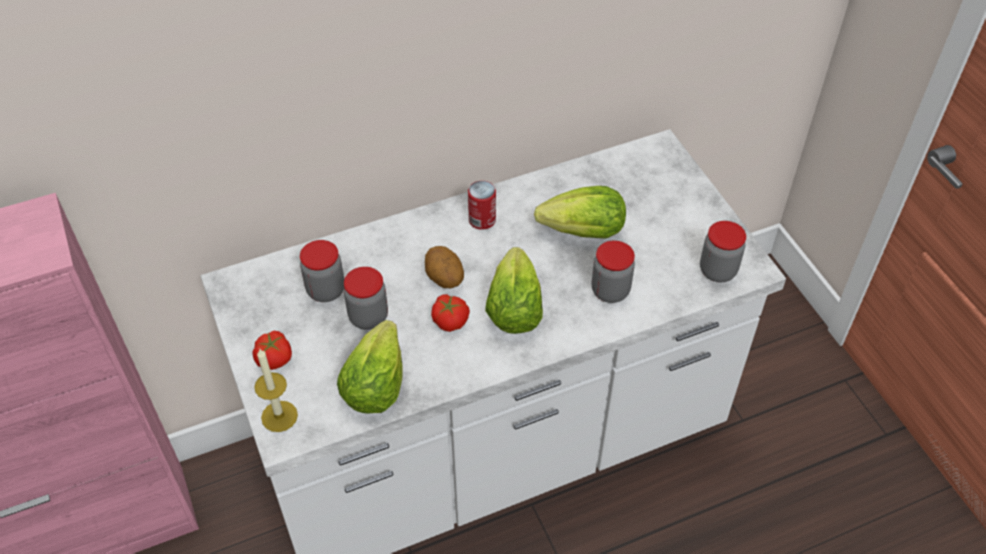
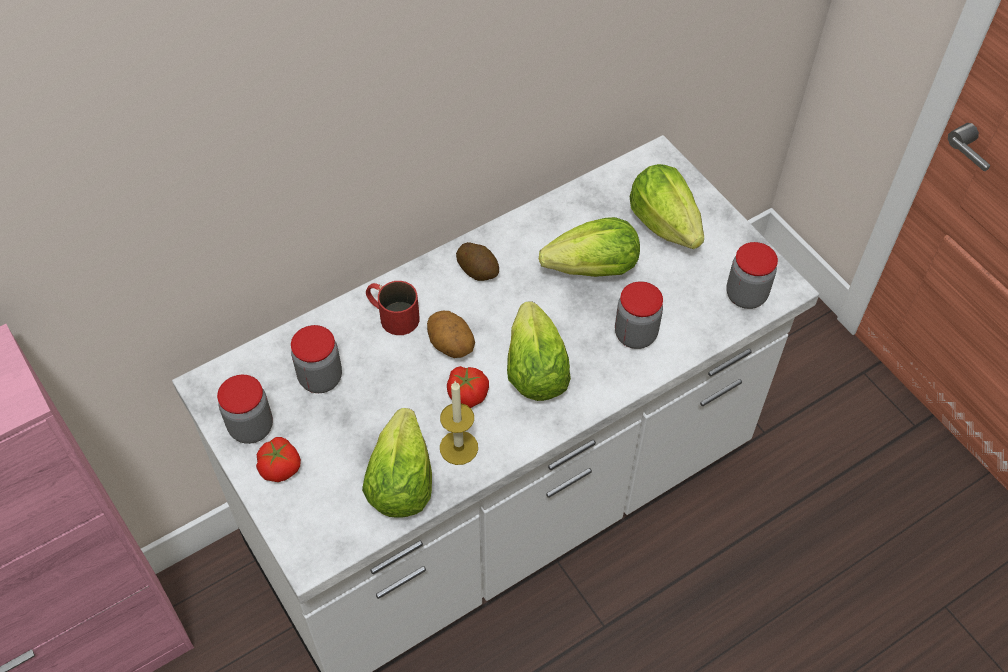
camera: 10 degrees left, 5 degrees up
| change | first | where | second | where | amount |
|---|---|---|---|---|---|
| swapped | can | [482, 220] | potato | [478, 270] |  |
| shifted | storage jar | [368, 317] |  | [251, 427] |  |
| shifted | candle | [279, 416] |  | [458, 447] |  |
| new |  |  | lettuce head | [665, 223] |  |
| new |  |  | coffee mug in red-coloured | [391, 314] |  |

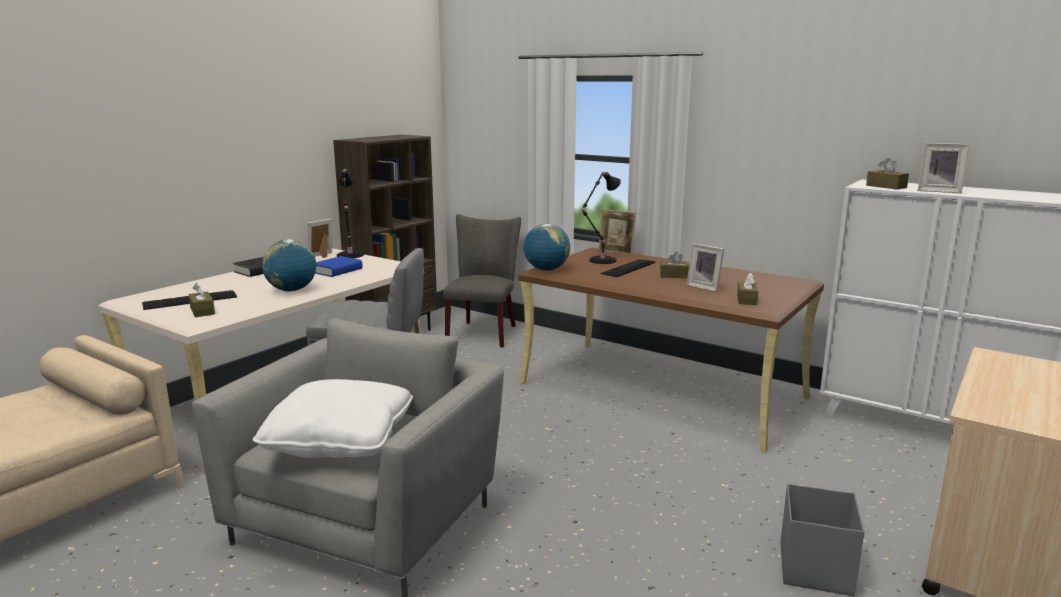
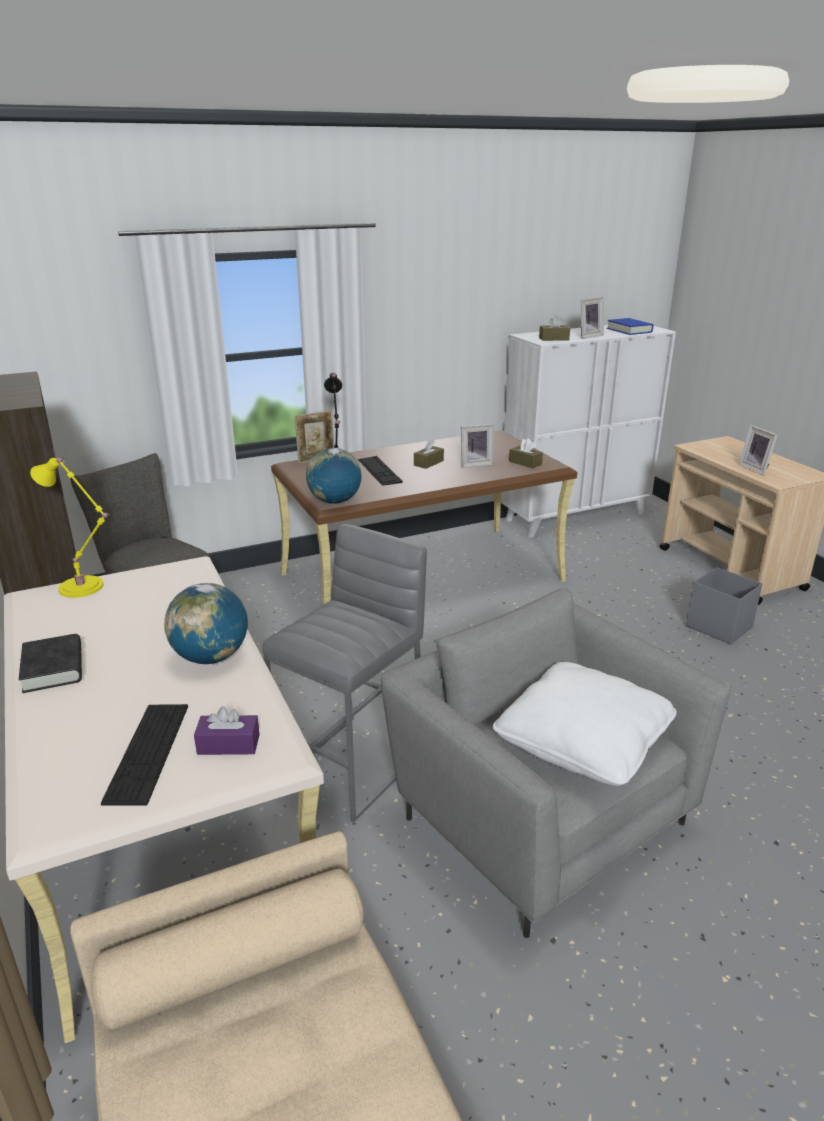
camera: 60 degrees left, 10 degrees up
| change | first | where | second | where | amount |
|---|---|---|---|---|---|
| repainted | tabletop lamp in black-coloured | [350, 256] | tabletop lamp in yellow | [84, 588] |  |
| shifted | picture frame | [322, 256] |  | [755, 469] |  |
| shifted | volume in blue-coloured | [337, 271] |  | [629, 330] |  |
| repainted | box of tissues in brown | [202, 311] | box of tissues in purple-coloured | [228, 744] |  |

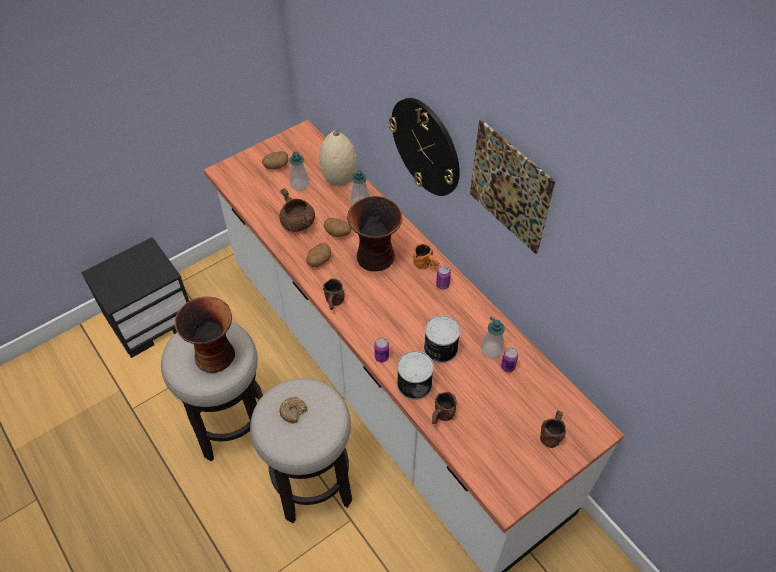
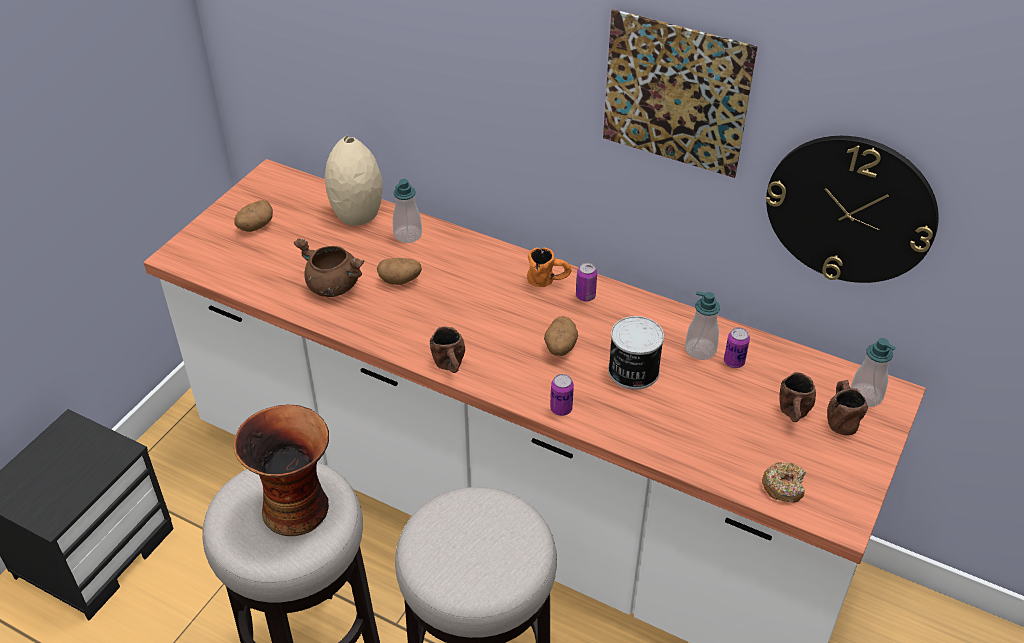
camera: 25 degrees left, 10 degrees down
| change | first | where | second | where | amount |
|---|---|---|---|---|---|
| shifted | hanging clock | [426, 146] |  | [850, 209] |  |
| shifted | soap bottle | [299, 184] |  | [865, 396] |  |
| gone | flower vase | [375, 258] |  |  |  |
| shifted | potato | [319, 261] |  | [560, 347] |  |
| gone | can | [414, 383] |  |  |  |
| shifted | coffee mug in brown | [441, 417] |  | [793, 415] |  |
| shifted | donut | [293, 411] |  | [783, 486] |  |

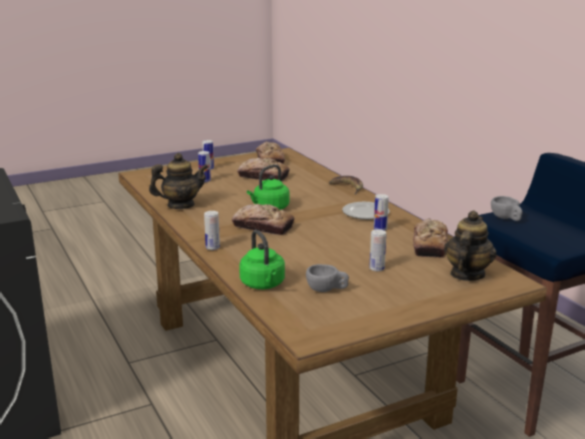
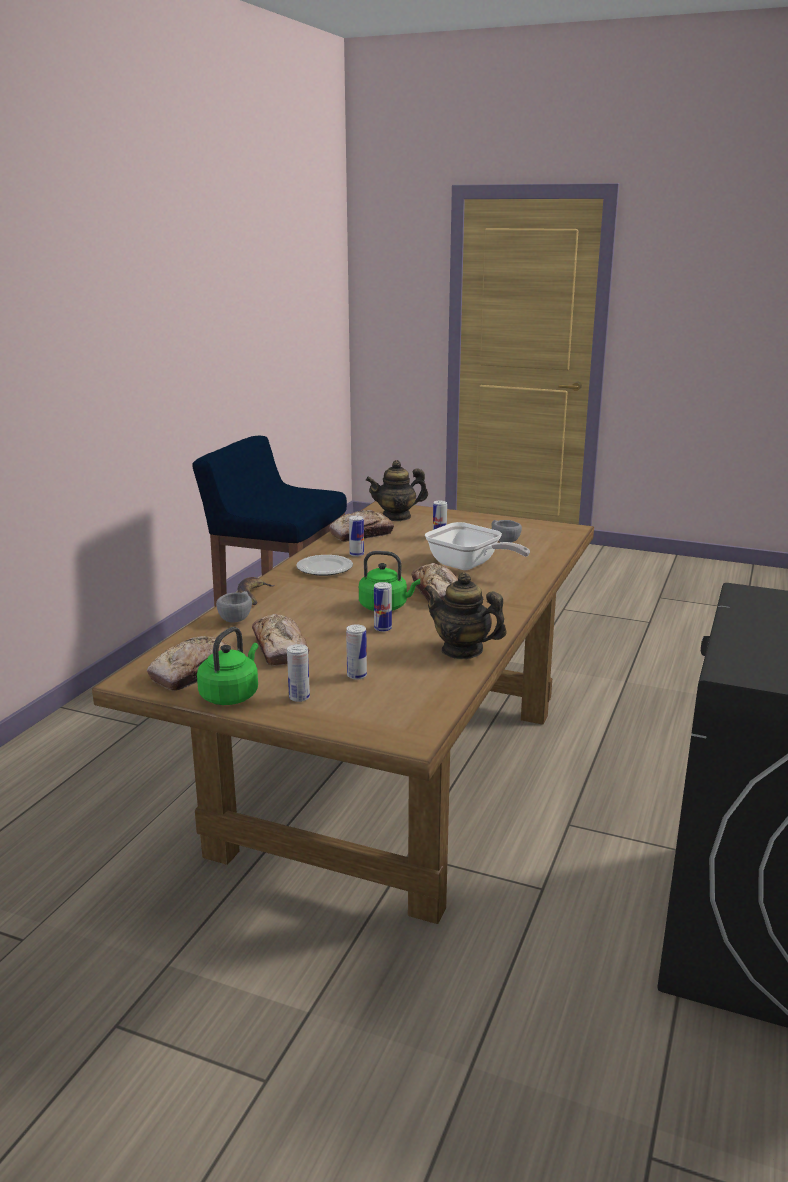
camera: 130 degrees left, 0 degrees up
| change | first | where | second | where | amount |
|---|---|---|---|---|---|
| shifted | cup in grey | [506, 218] |  | [237, 618] |  |
| shifted | can | [212, 248] |  | [382, 629] |  |
| shifted | tea kettle in green | [263, 285] |  | [231, 695] |  |
| new |  |  | frying pan | [468, 566] |  |

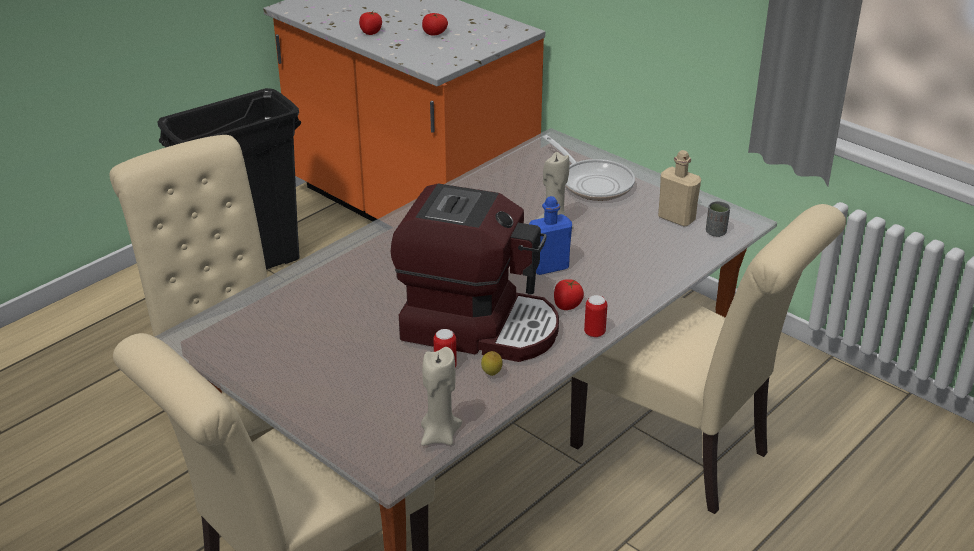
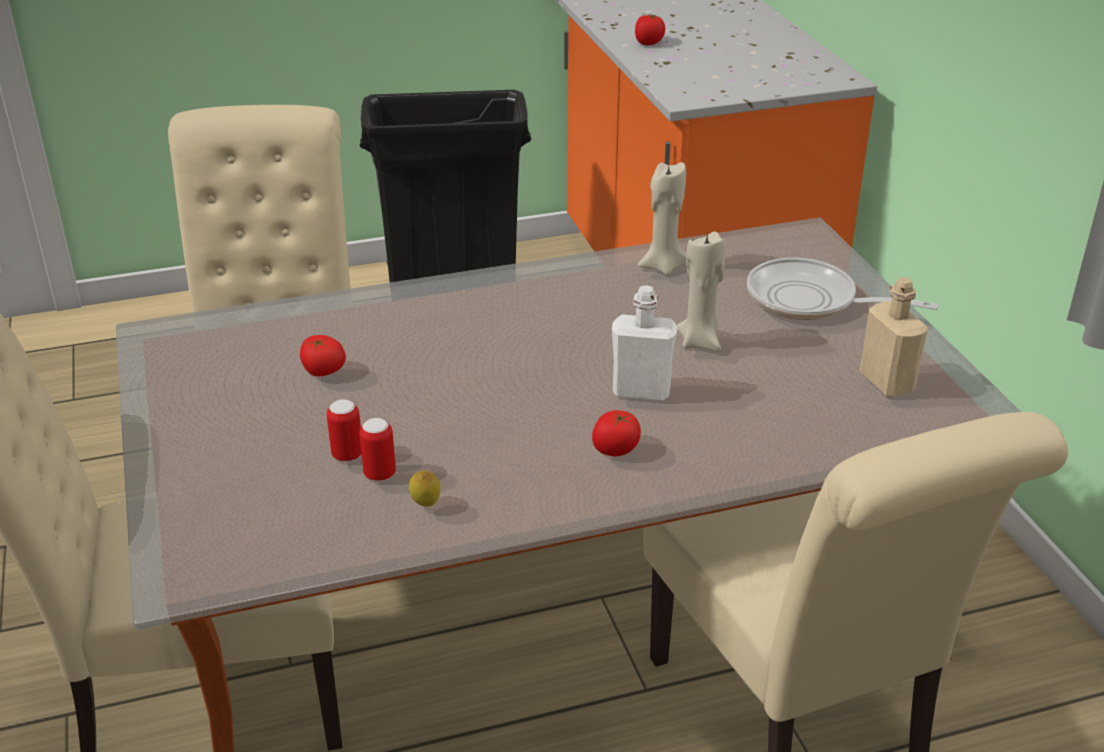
camera: 30 degrees right, 0 degrees up
| change | first | where | second | where | amount |
|---|---|---|---|---|---|
| shifted | whole tomato | [434, 33] |  | [323, 371] |  |
| rotated | frying pan | [593, 182] |  | [810, 301] | 120 degrees clockwise |
| gone | coffee maker | [478, 326] |  |  |  |
| repainted | beverage bottle in blue-coloured | [549, 267] | beverage bottle in white | [641, 391] |  |
| gone | cup in grey | [716, 232] |  |  |  |
| shifted | can | [594, 333] |  | [347, 455] |  |
| shifted | candle in beige-coloured | [439, 435] |  | [662, 266] |  |

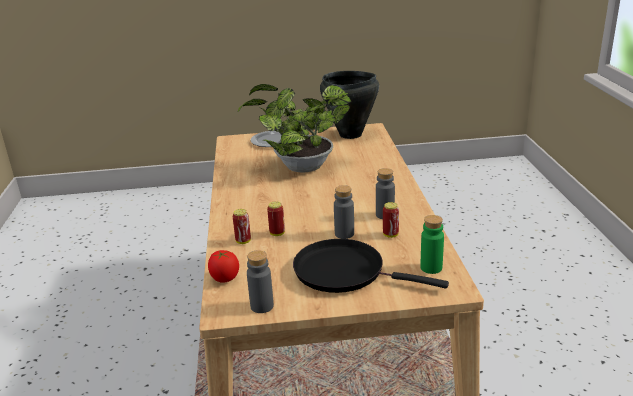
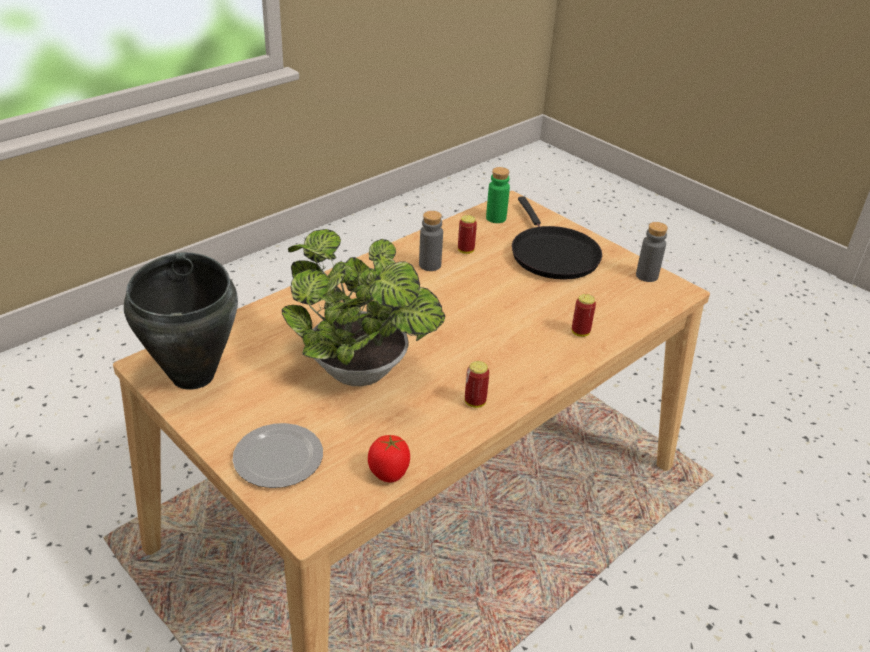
camera: 130 degrees left, 10 degrees up
| change | first | where | second | where | amount |
|---|---|---|---|---|---|
| gone | beverage bottle in grey | [344, 234] |  |  |  |
| shifted | can | [277, 233] |  | [475, 402] |  |
| shifted | whole tomato | [224, 279] |  | [389, 473] |  |

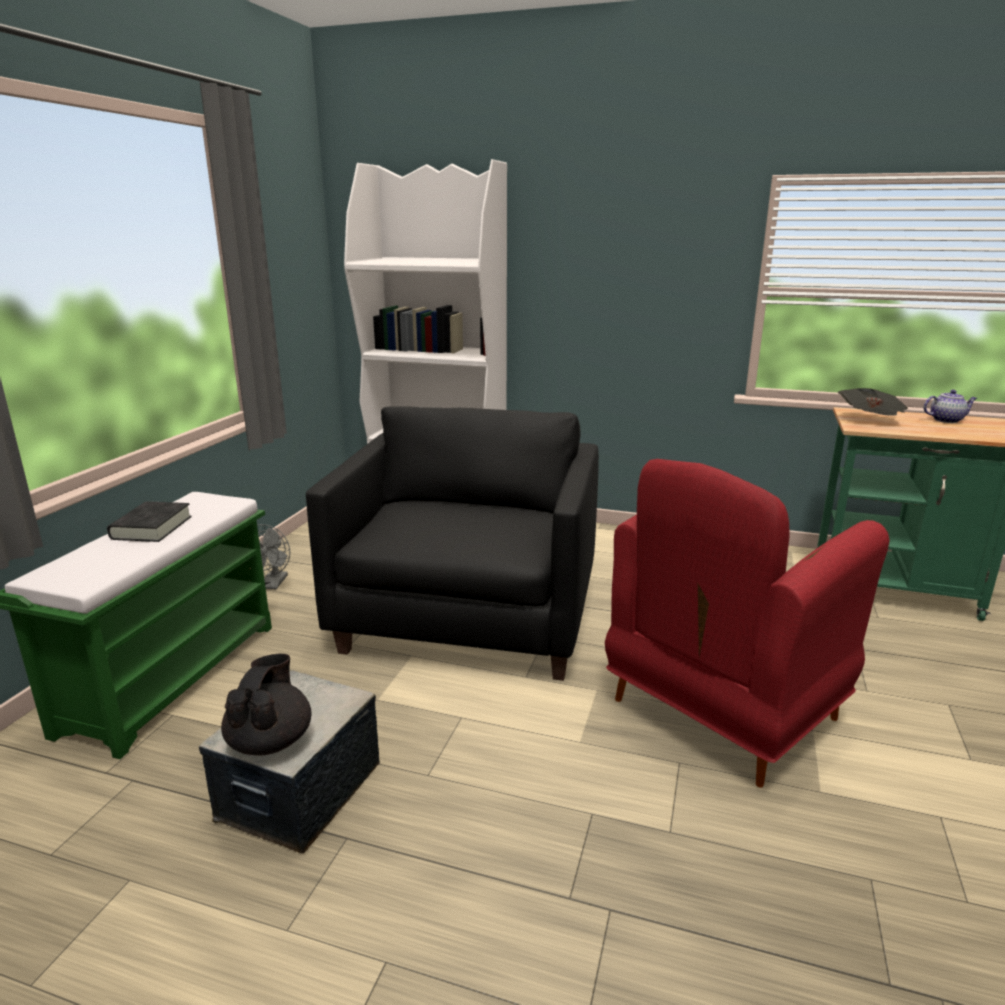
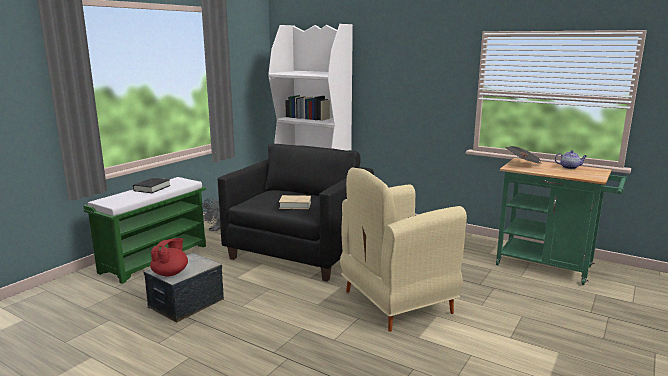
camera: 15 degrees right, 5 degrees down
| change | first | where | second | where | amount |
|---|---|---|---|---|---|
| repainted | lounge chair in red-coloured | [721, 712] | lounge chair in beige-coloured | [395, 303] |  |
| repainted | teapot in black-coloured | [271, 740] | teapot in red-coloured | [170, 273] |  |
| new |  |  | volume in beige-coloured | [295, 205] |  |

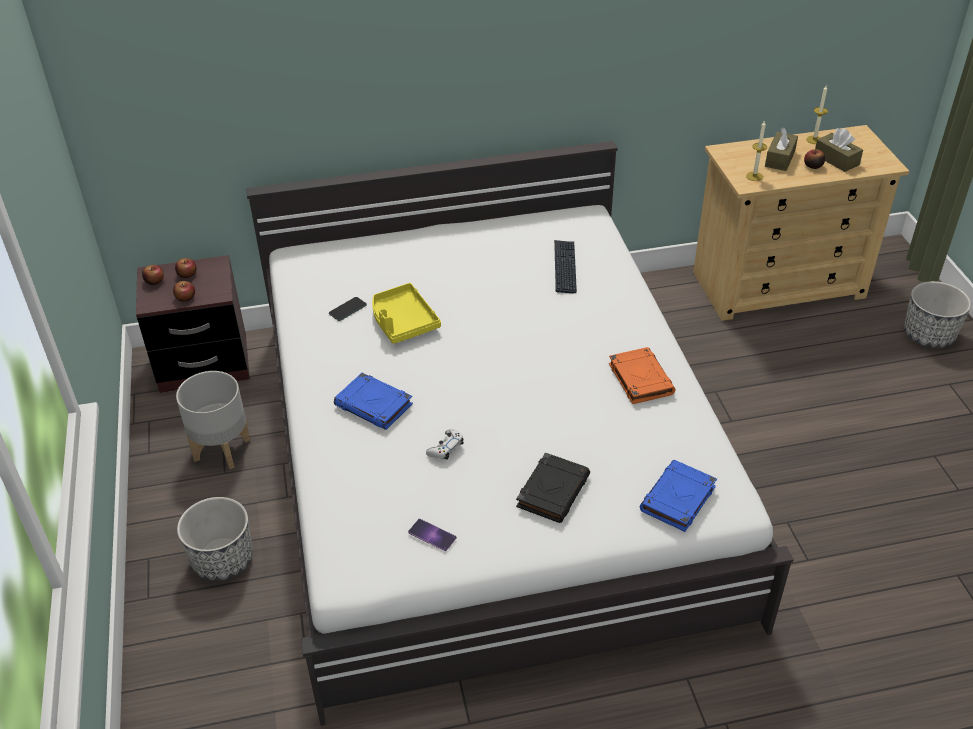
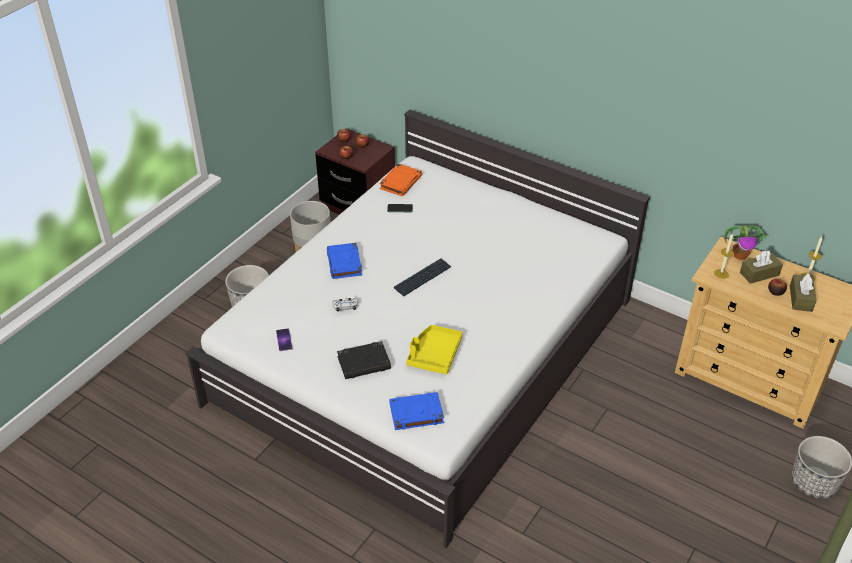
camera: 45 degrees right, 0 degrees up
| change | first | where | second | where | amount |
|---|---|---|---|---|---|
| shifted | computer keyboard | [565, 267] |  | [423, 278] |  |
| shifted | tray in yellow | [403, 321] |  | [434, 355] |  |
| shifted | volume in orange-coloured | [640, 379] |  | [400, 182] |  |
| new |  |  | potted plant | [740, 255] |  |

